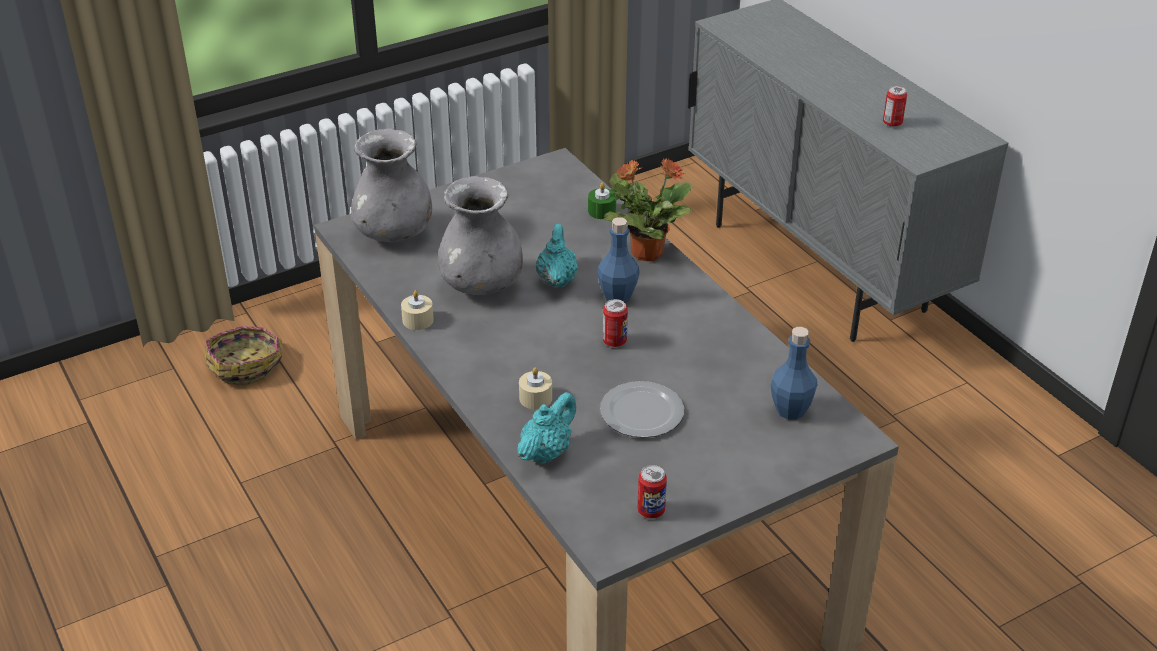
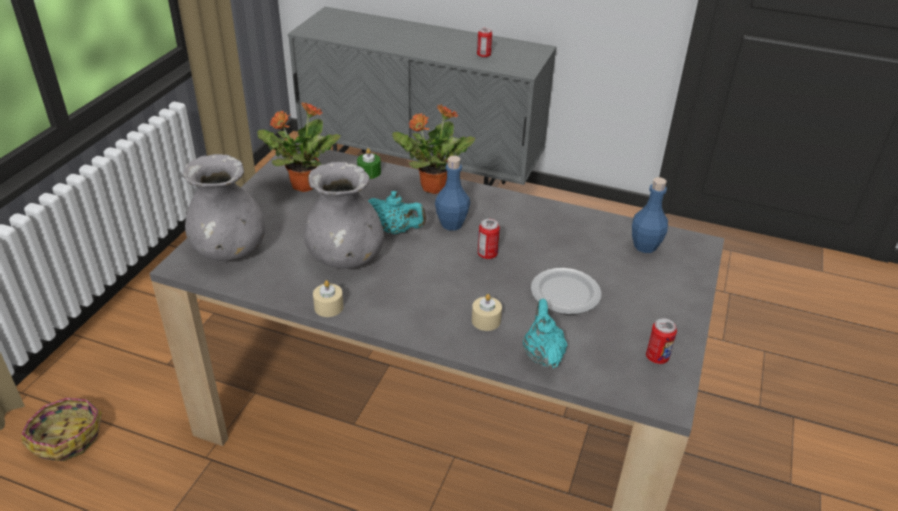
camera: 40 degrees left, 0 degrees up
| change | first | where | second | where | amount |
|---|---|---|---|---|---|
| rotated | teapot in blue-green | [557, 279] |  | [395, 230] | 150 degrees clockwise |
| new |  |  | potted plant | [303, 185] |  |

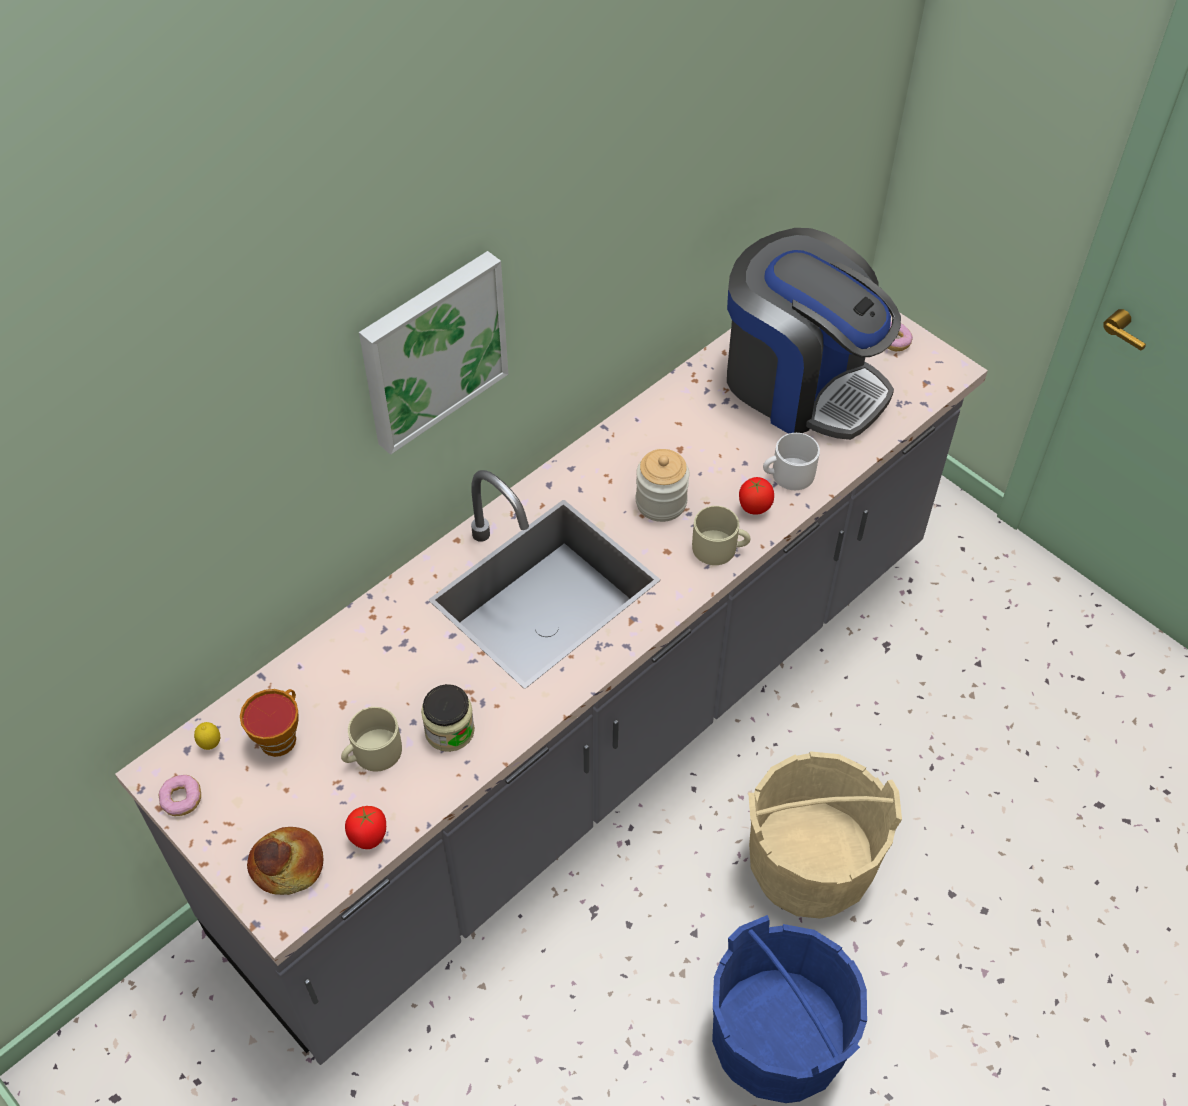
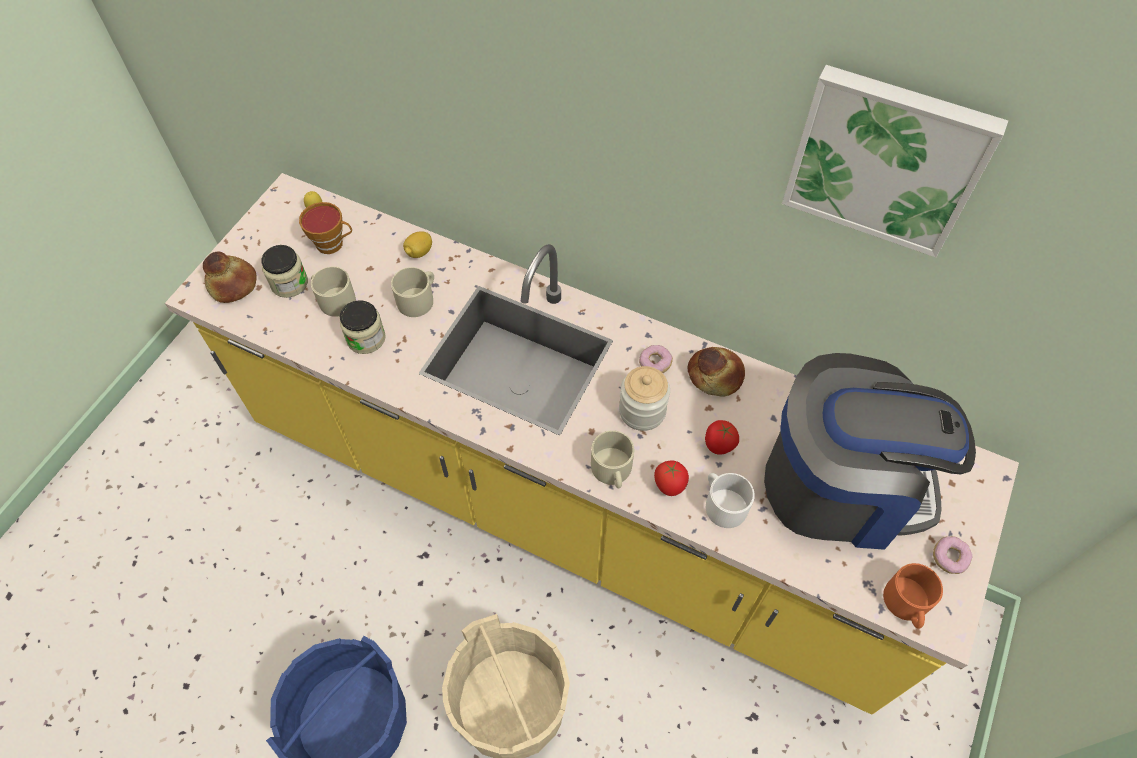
camera: 70 degrees right, 5 degrees up
| change | first | where | second | where | amount |
|---|---|---|---|---|---|
| rotated | coffee maker | [801, 383] |  | [842, 485] | 105 degrees counterclockwise |
| shifted | wall art | [431, 349] |  | [886, 159] |  |
| repainted | kitchen counter in grey | [594, 735] | kitchen counter in yellow | [568, 506] |  |
| shifted | donut | [182, 800] |  | [655, 364] |  |
| shifted | whole tomato | [369, 838] |  | [718, 446] |  |
| new |  |  | lemon | [419, 252] |  |
| new |  |  | storage jar | [289, 283] |  |
| new |  |  | coffee mug in beige-coloured | [418, 299] |  |
| new |  |  | bakery bread | [715, 376] |  |
| new |  |  | coffee mug in orange-coloured | [907, 604] |  |

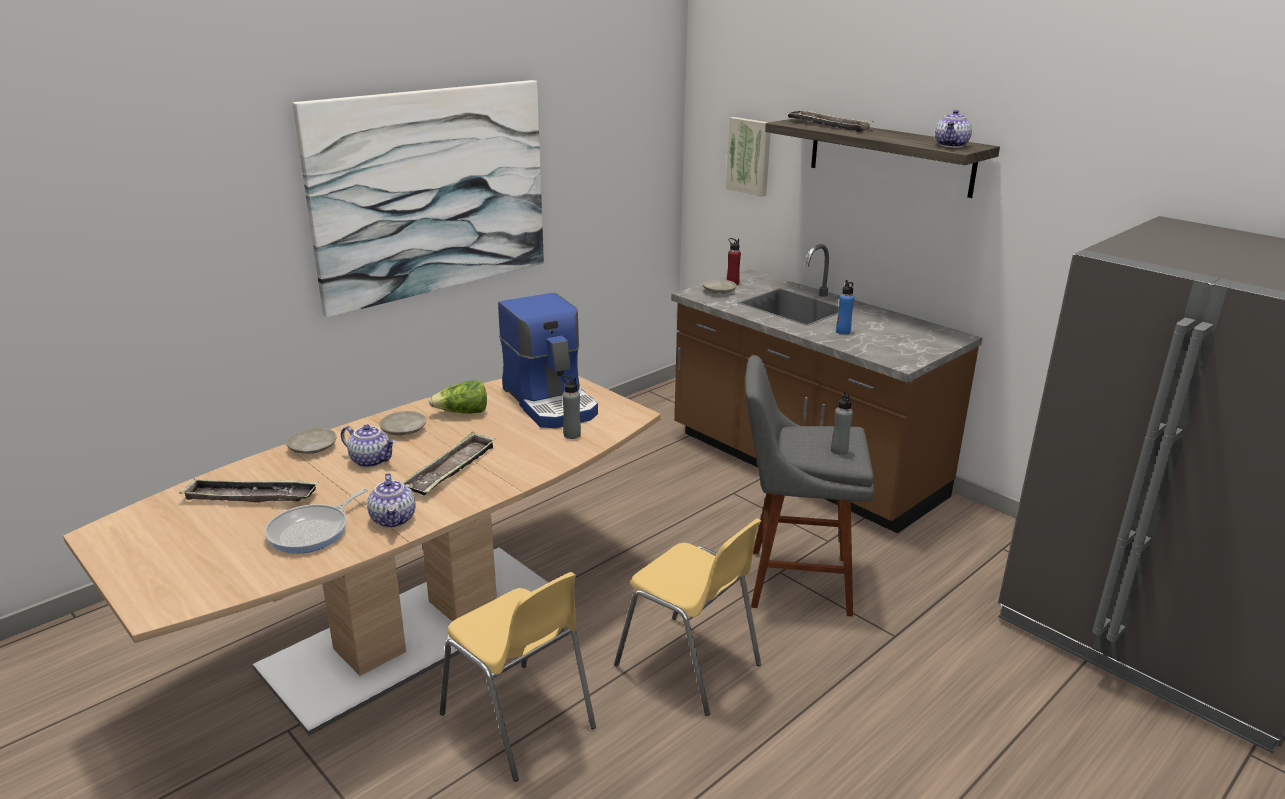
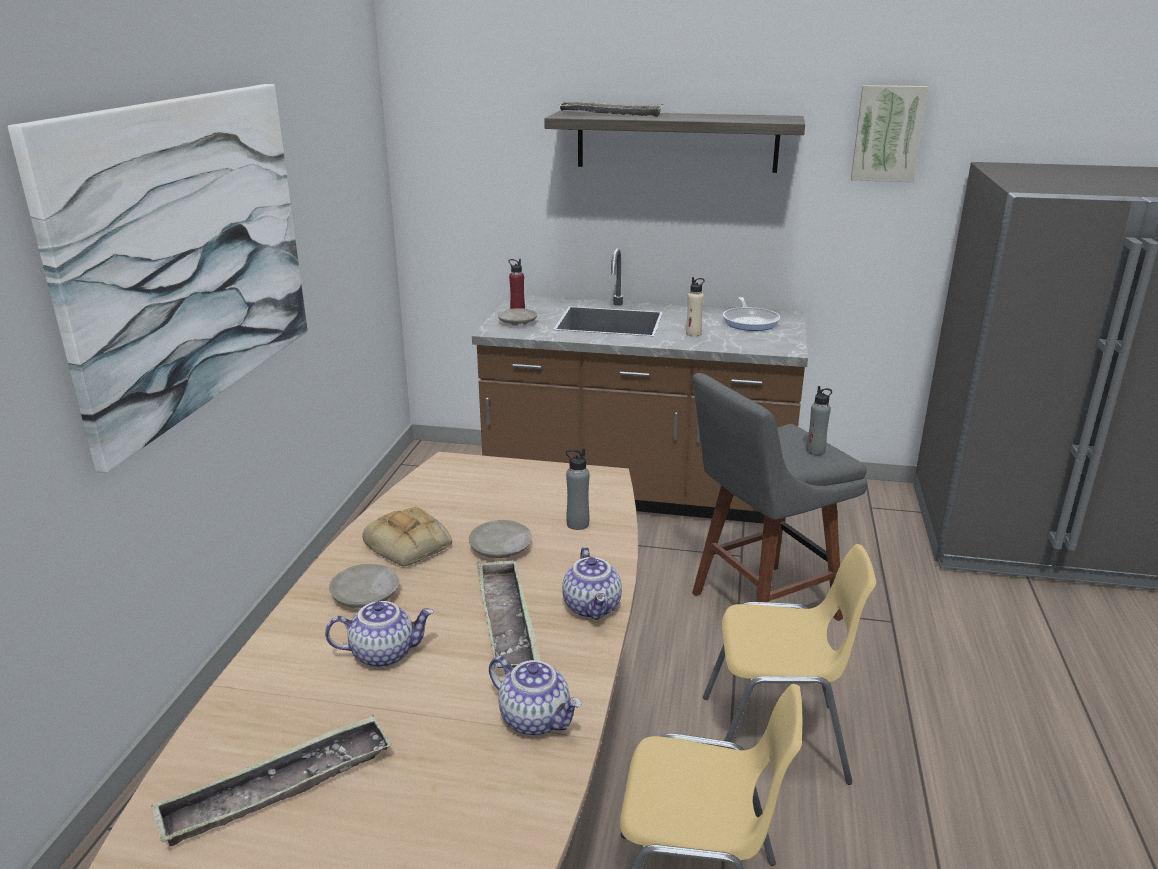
camera: 35 degrees left, 0 degrees up
| change | first | where | second | where | amount |
|---|---|---|---|---|---|
| shifted | teapot | [952, 145] |  | [593, 607] |  |
| shifted | wall art | [750, 156] |  | [887, 133] |  |
| repainted | beverage bottle in blue-coloured | [843, 332] | beverage bottle in beige-coloured | [693, 334] |  |
| gone | coffee maker | [551, 402] |  |  |  |
| swapped | lettuce head | [462, 413] | bakery bread | [410, 545] |  |
| shifted | plate in beige-coloured | [313, 448] |  | [500, 548] |  |
| shifted | frying pan | [312, 531] |  | [750, 322] |  |

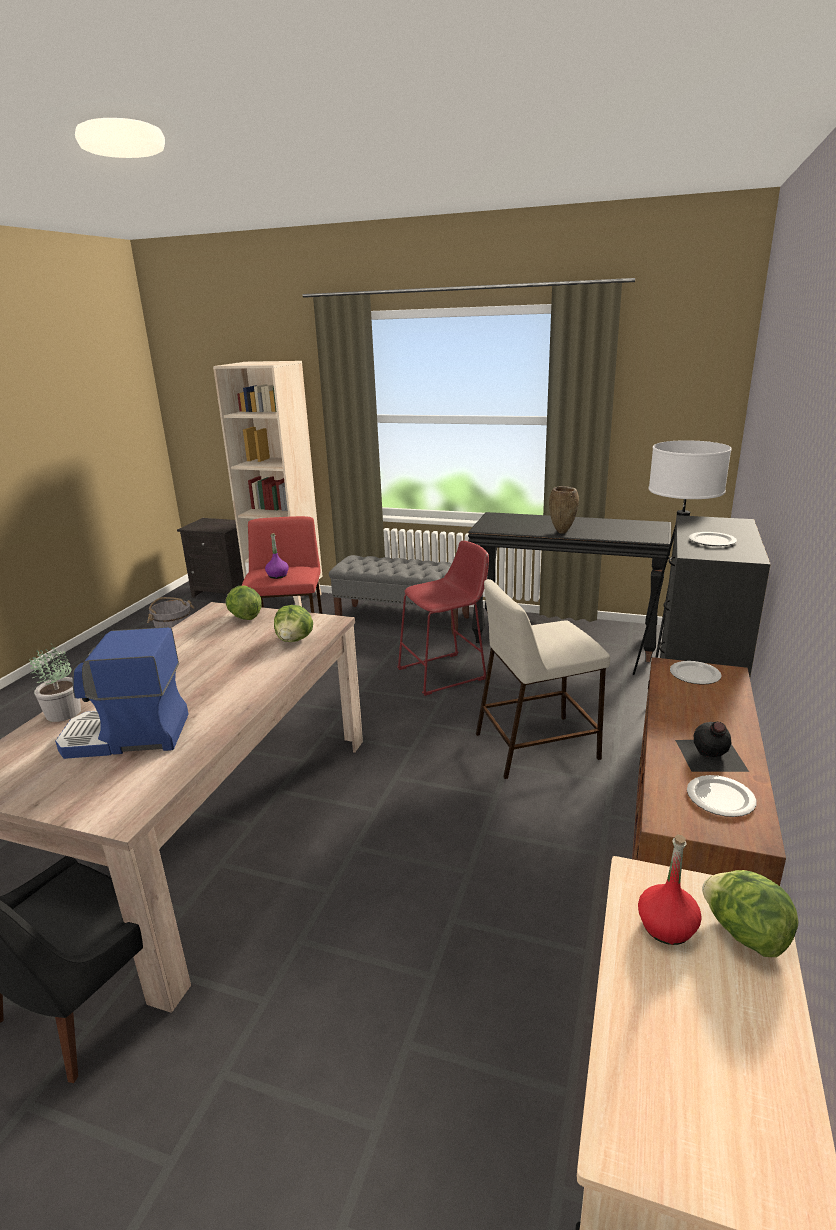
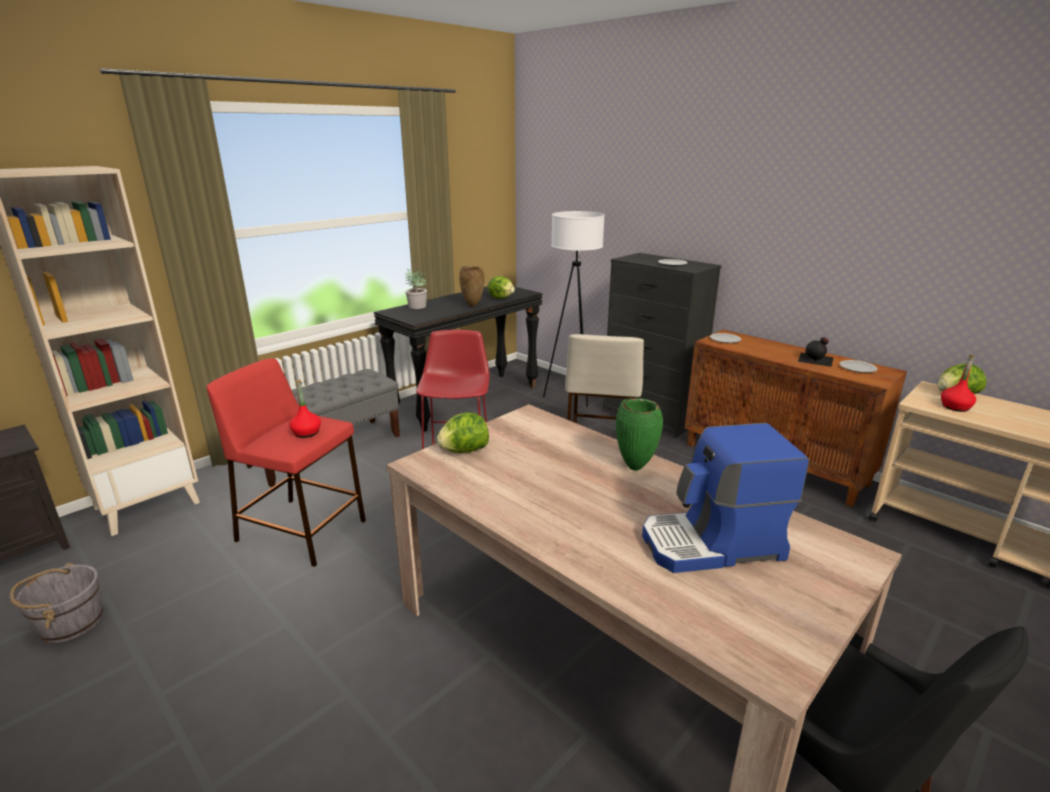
camera: 65 degrees left, 0 degrees up
| change | first | where | second | where | amount |
|---|---|---|---|---|---|
| repainted | beverage bottle in purple-coloured | [277, 575] | beverage bottle in red-coloured | [306, 433] |  |
| shifted | lettuce head | [295, 640] |  | [501, 298] |  |
| rotated | coffee maker | [125, 737] |  | [712, 545] | 60 degrees clockwise |
| shifted | potted plant | [63, 712] |  | [417, 306] |  |
| new |  |  | flower vase in green | [636, 467] |  |

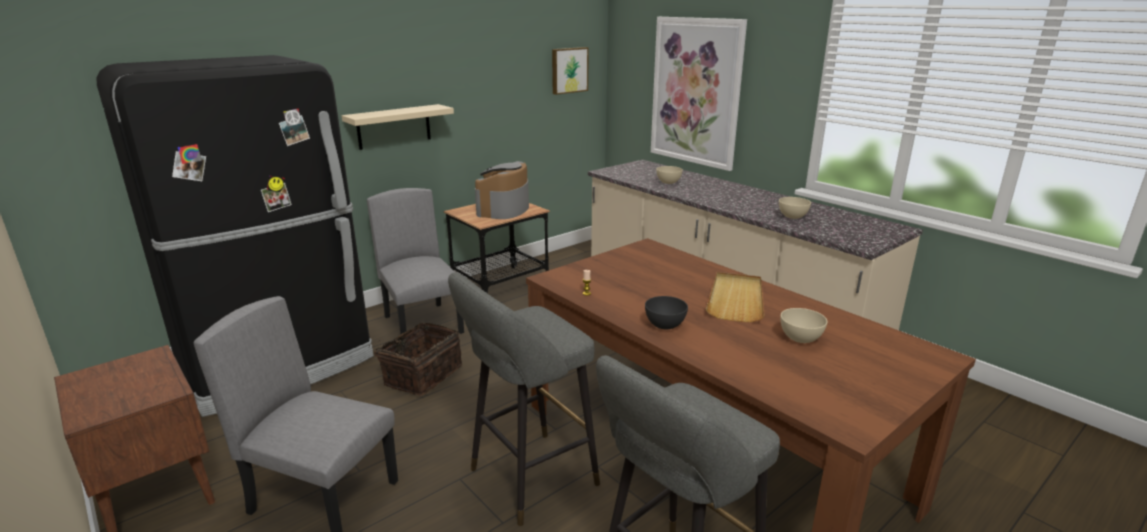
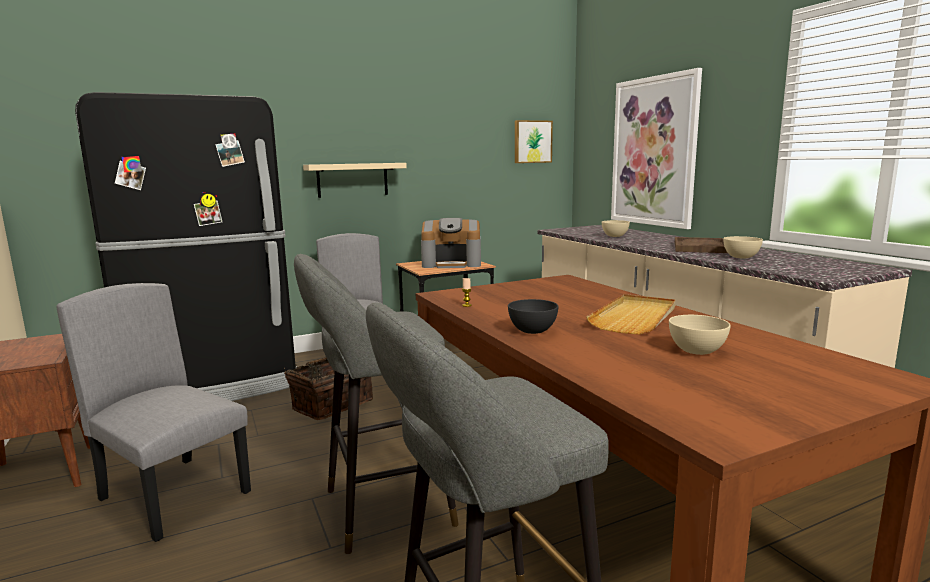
camera: 15 degrees right, 10 degrees down
| change | first | where | second | where | amount |
|---|---|---|---|---|---|
| rotated | coffee maker | [504, 209] |  | [452, 264] | 120 degrees counterclockwise |
| new |  |  | tray in brown | [700, 247] |  |

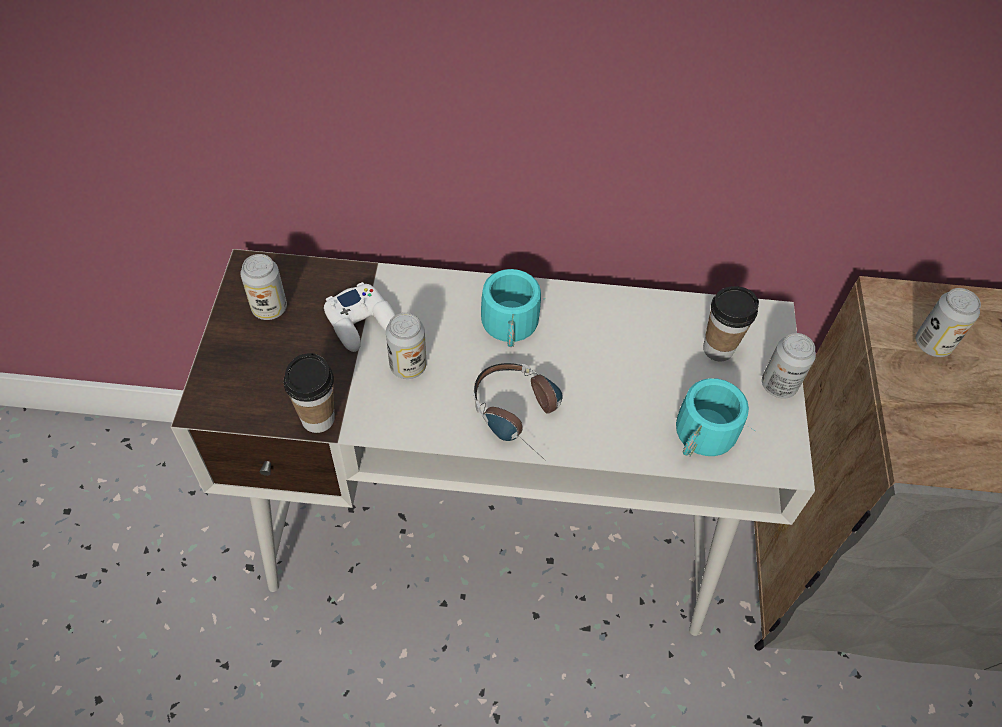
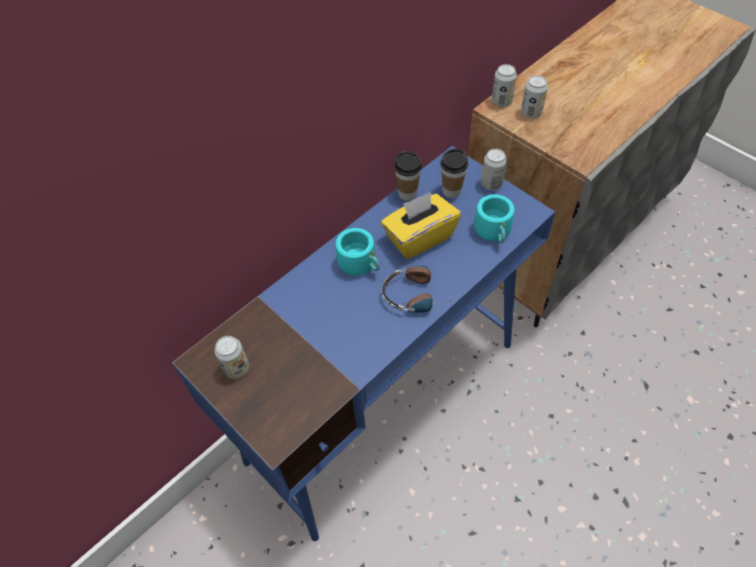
camera: 45 degrees left, 0 degrees up
| change | first | where | second | where | amount |
|---|---|---|---|---|---|
| repainted | desk in white | [492, 538] | desk in blue-coloured | [384, 400] |  |
| gone | joypad in white | [361, 322] |  |  |  |
| shifted | can | [408, 366] |  | [501, 101] |  |
| shifted | cup | [318, 419] |  | [407, 194] |  |
| new |  |  | box of tissues in yellow | [419, 237] |  |

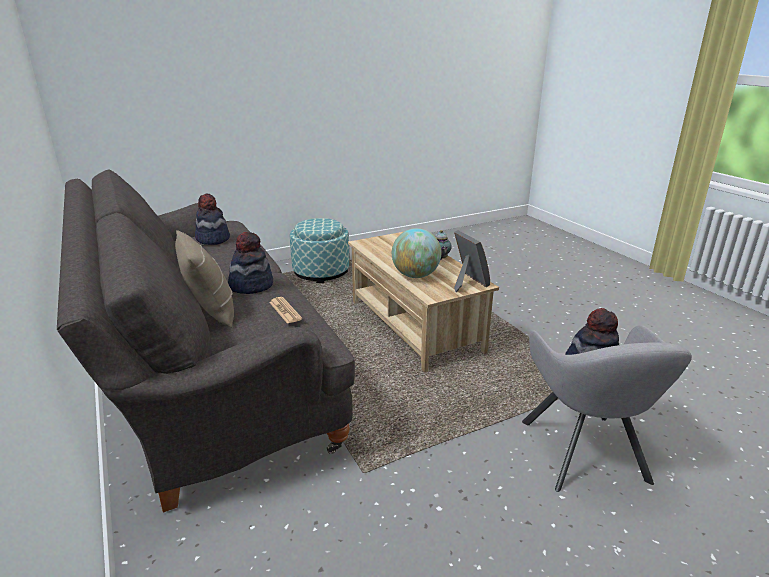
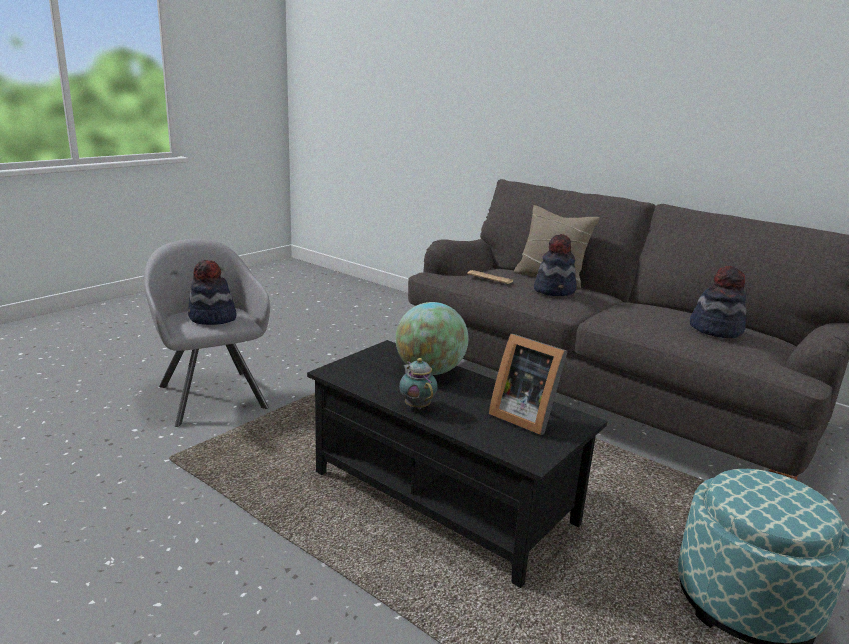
camera: 155 degrees right, 5 degrees down
| change | first | where | second | where | amount |
|---|---|---|---|---|---|
| shifted | picture frame | [467, 283] |  | [524, 416] |  |
| repainted | low table in beige-coloured | [413, 326] | low table in black-coloured | [443, 498] |  |

